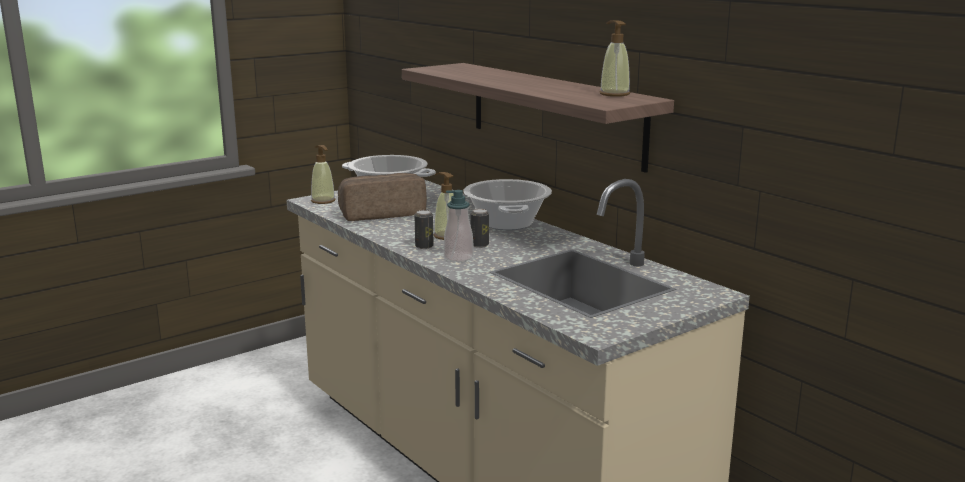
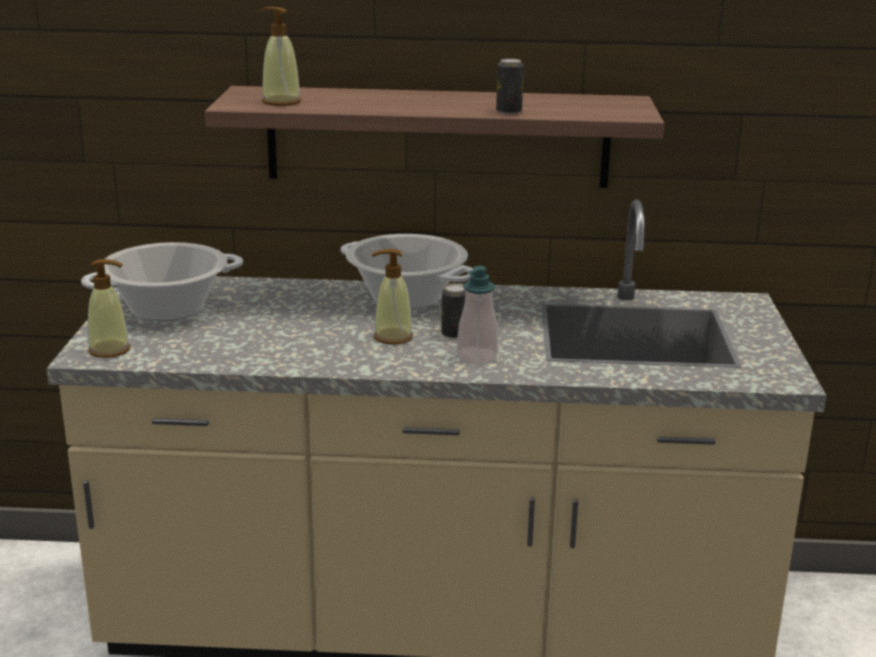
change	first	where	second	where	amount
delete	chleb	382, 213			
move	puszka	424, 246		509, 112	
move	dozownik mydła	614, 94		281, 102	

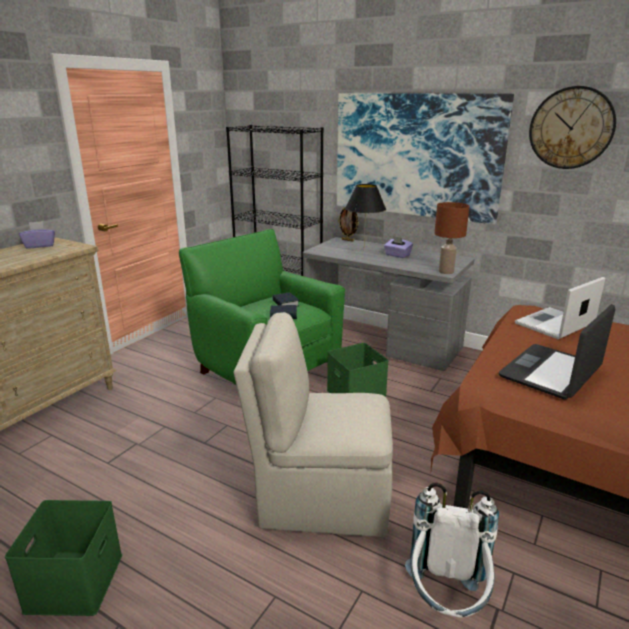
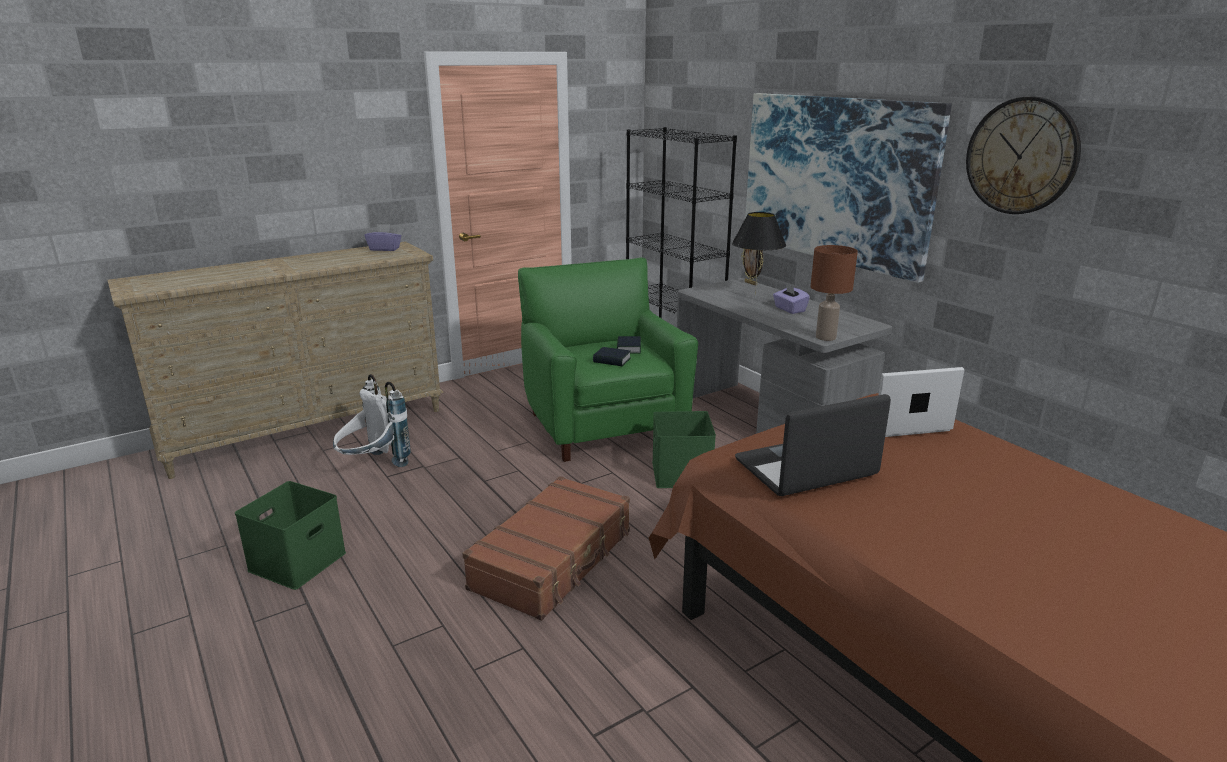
change	first	where	second	where	amount
replace	krzesło [beżowy]	320, 497	walizka [brązowy]	554, 560	
move	plecak [biały]	446, 603		373, 467	

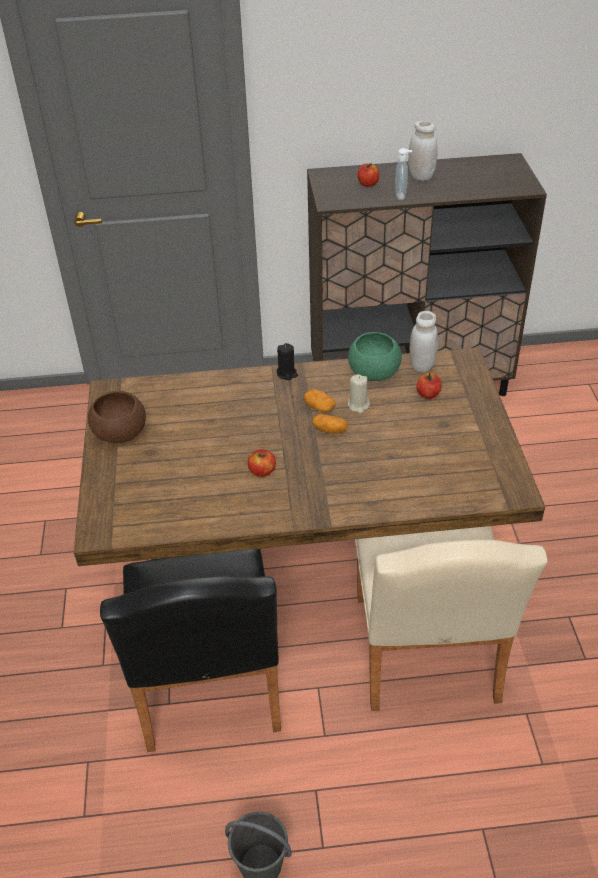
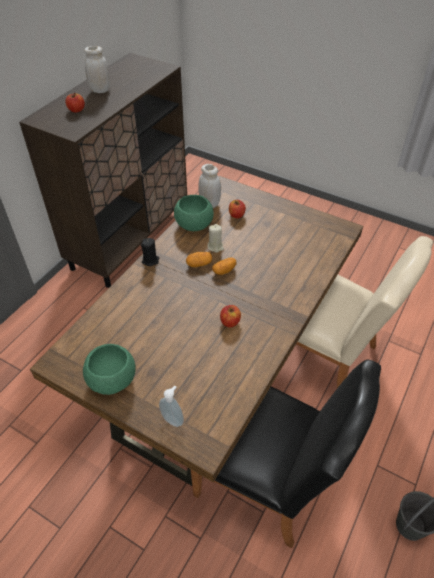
change	first	where	second	where	amount
recolor	miska [brązowy]	120, 433	miska [zielony]	112, 380	
move	dozownik mydła	401, 196		173, 419	

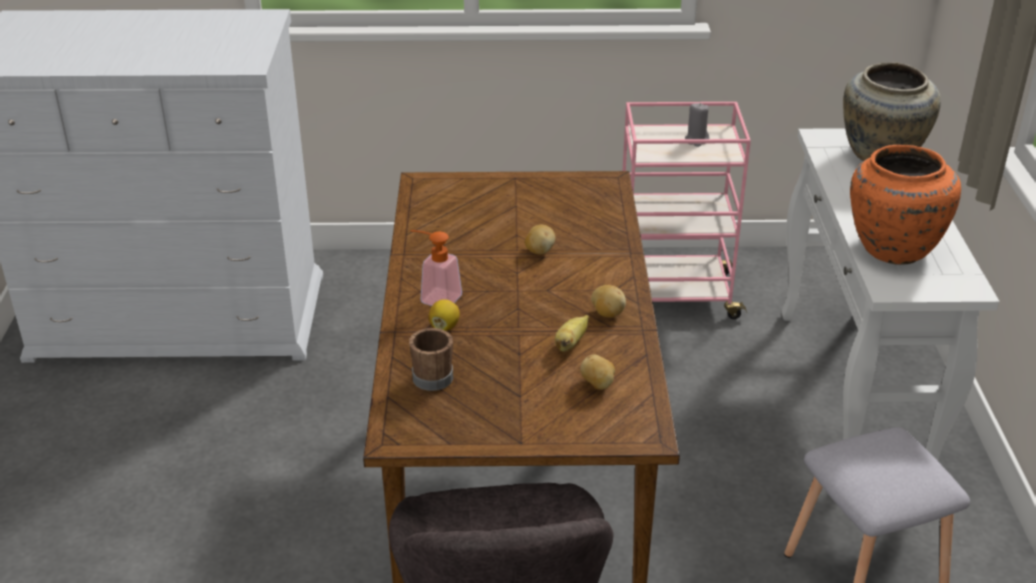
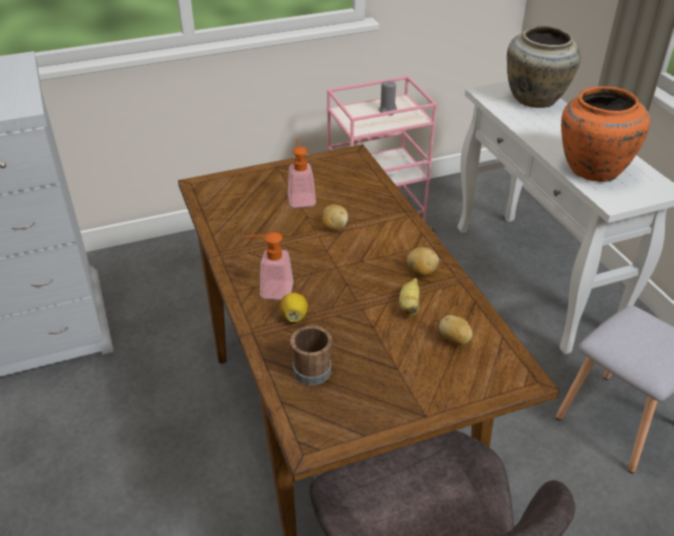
change	first	where	second	where	amount
insert			dozownik mydła	301, 197	

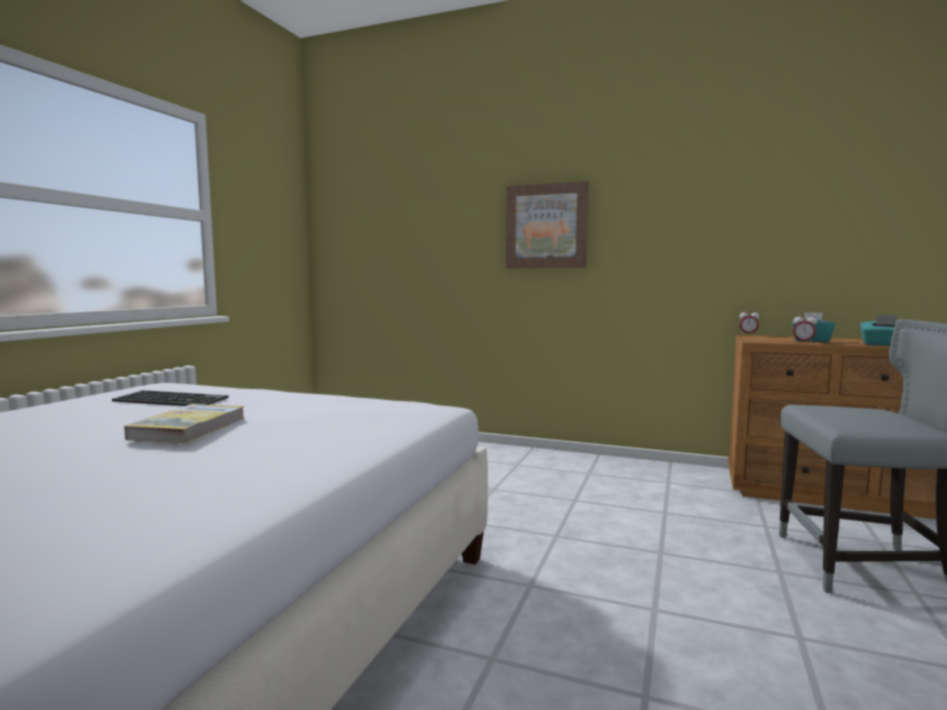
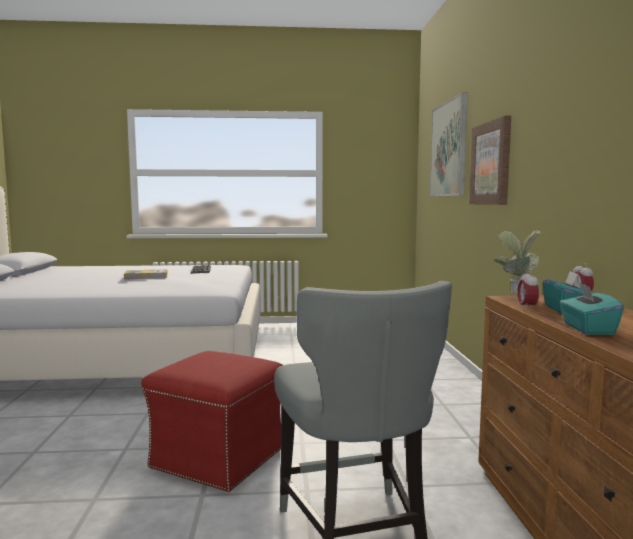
change	first	where	second	where	amount
insert			pufa [czerwony]	217, 458	
insert			obraz	449, 149	
insert			roślina doniczkowa	516, 299	

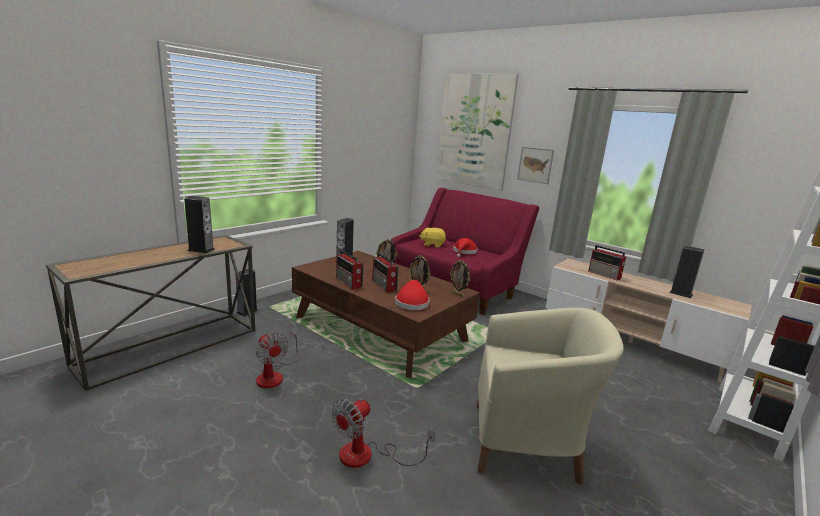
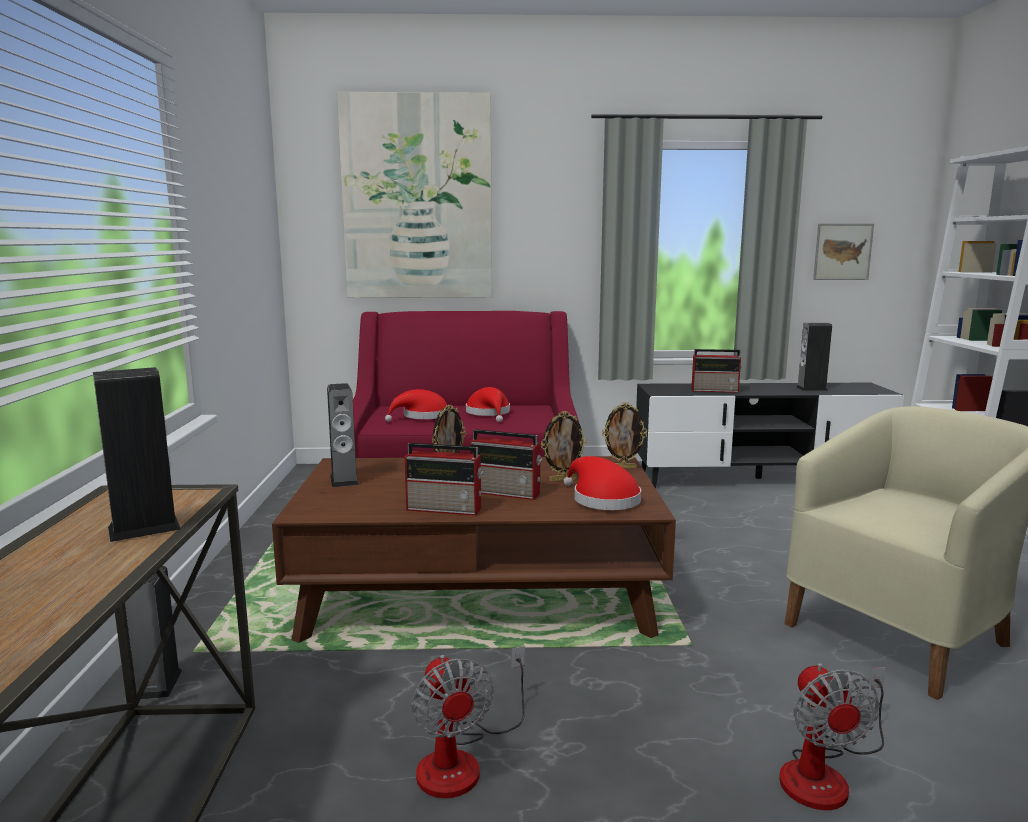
change	first	where	second	where	amount
rotate	wentylator	274, 375		462, 760	60 degrees clockwise
replace	pluszak [żółty]	432, 245	kapelusz [czerwony]	422, 416	
move	obraz	535, 165		842, 251	
recolor	szafka pod telewizor [beżowy]	629, 342	szafka pod telewizor [czarny]	759, 478	

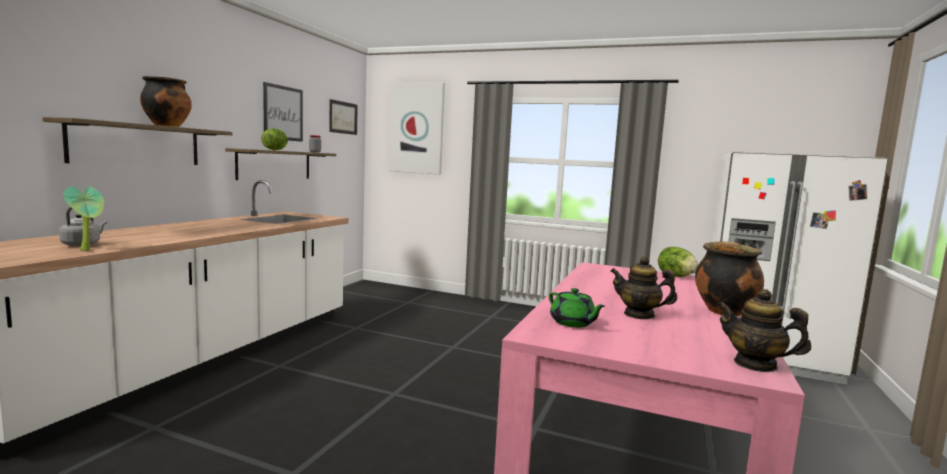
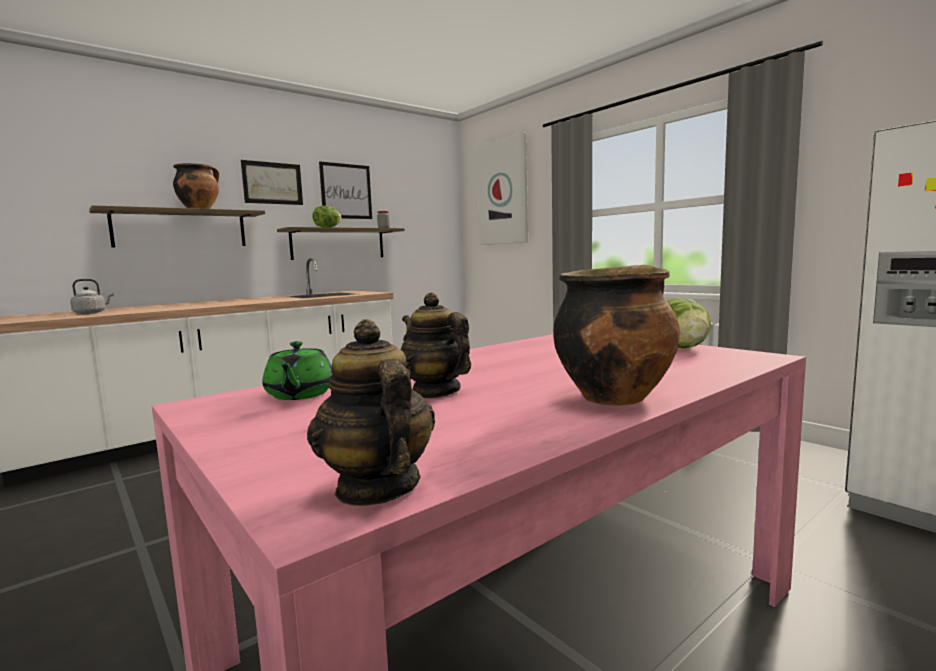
change	first	where	second	where	amount
delete	roślina doniczkowa	88, 250			
move	obraz	343, 117		272, 183	

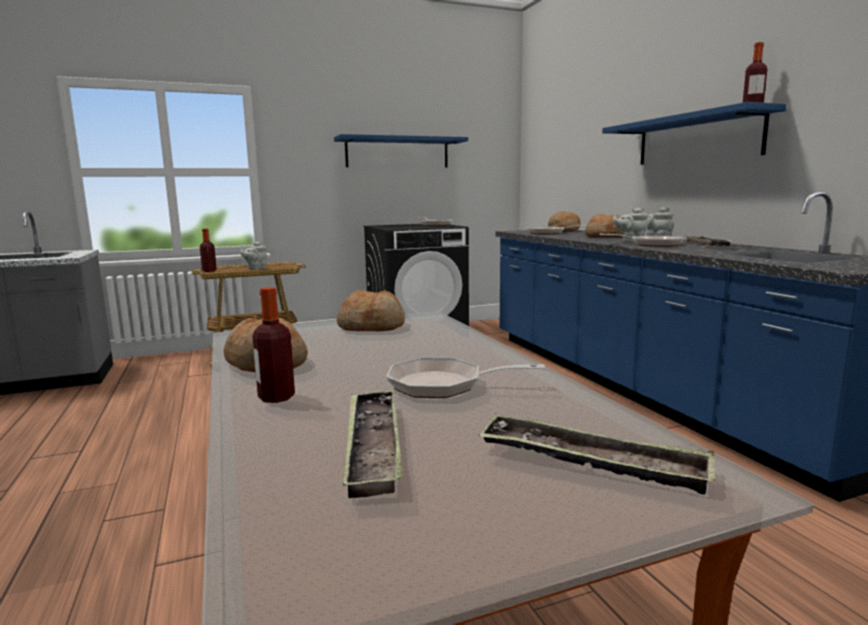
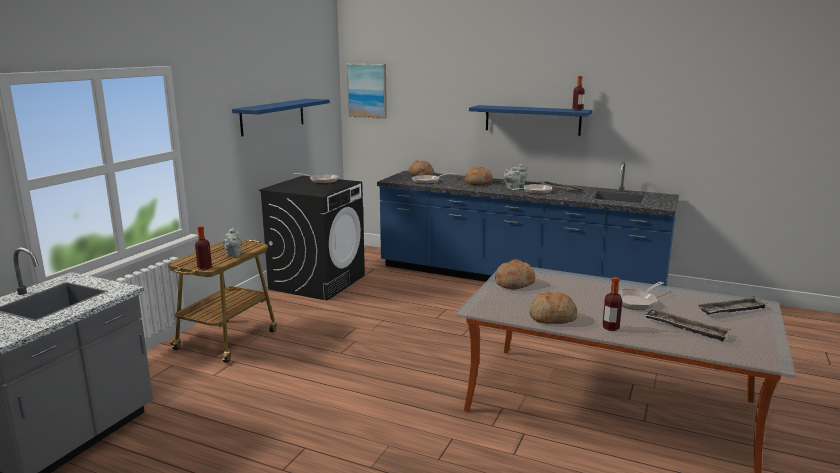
change	first	where	second	where	amount
insert			obraz	367, 90	

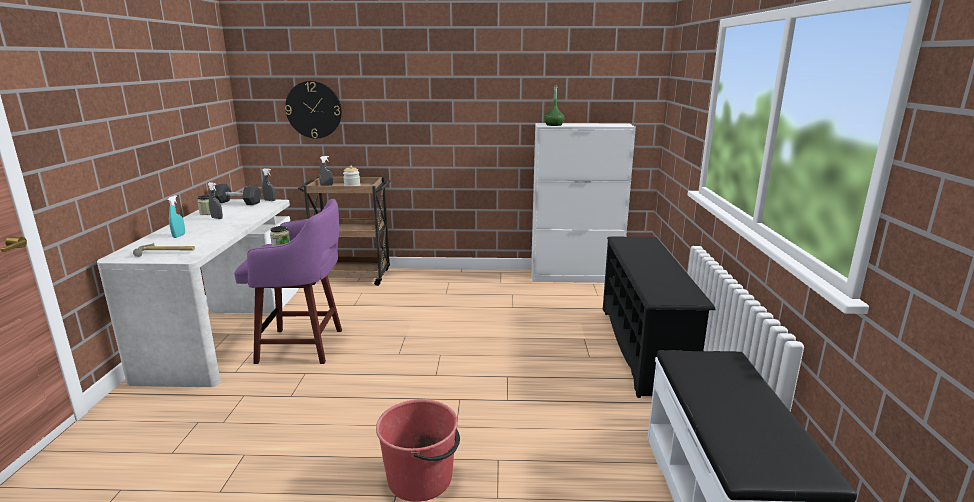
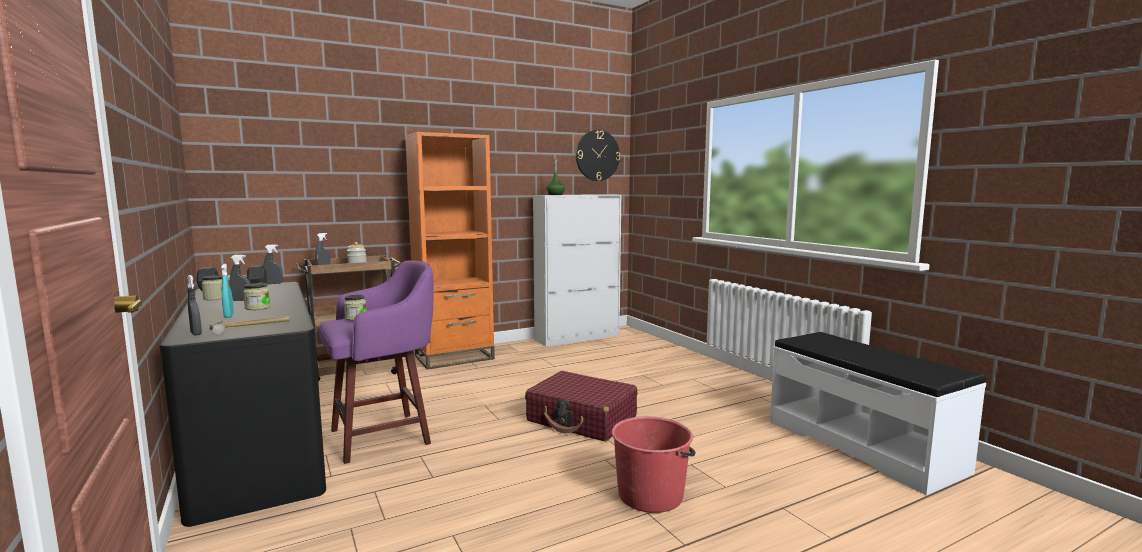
change	first	where	second	where	amount
recolor	biurko [biały]	226, 330	biurko [czarny]	257, 444	
move	zegar ścienny	313, 110		597, 155	
delete	regał na buty [czarny]	645, 347			
insert			spryskiwacz [szary]	196, 333	
insert			słoik	257, 308	
insert			regał [pomarańczowy]	454, 357	
insert			walizka [czerwony]	582, 419	

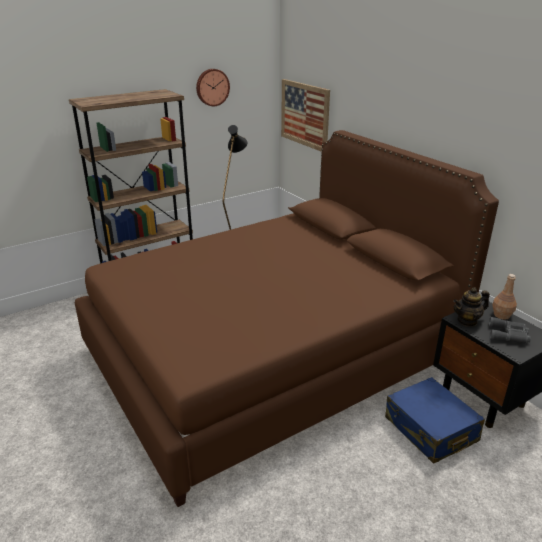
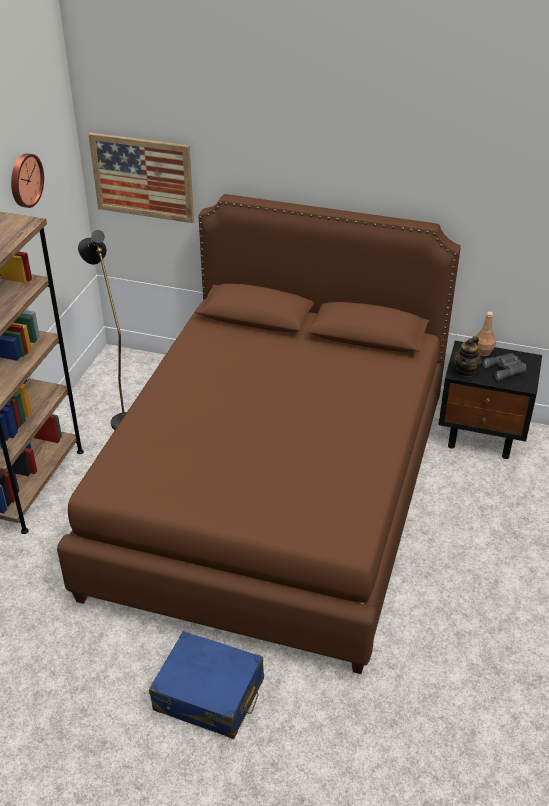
change	first	where	second	where	amount
move	walizka [niebieski]	430, 429		209, 695	

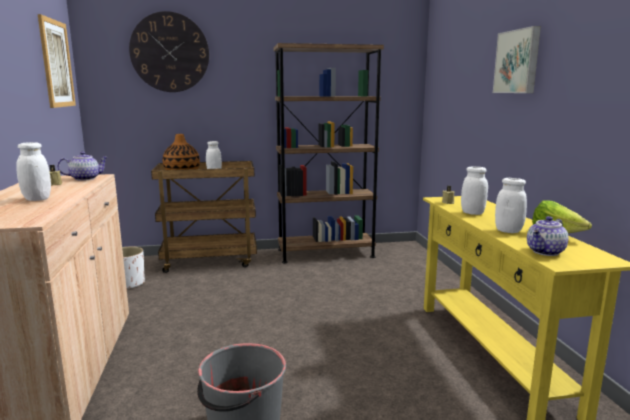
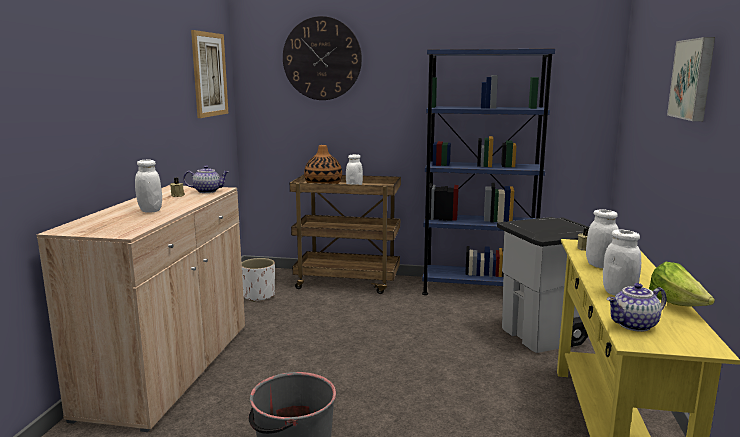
change	first	where	second	where	amount
recolor	regał [brązowy]	325, 253	regał [niebieski]	477, 289	
insert			kosz na śmieci [szary]	543, 336	

